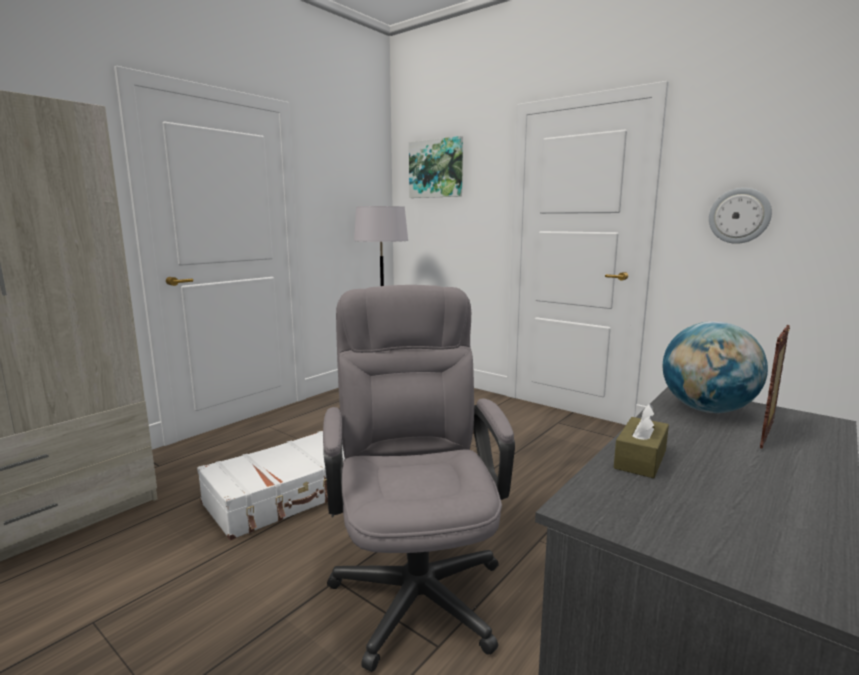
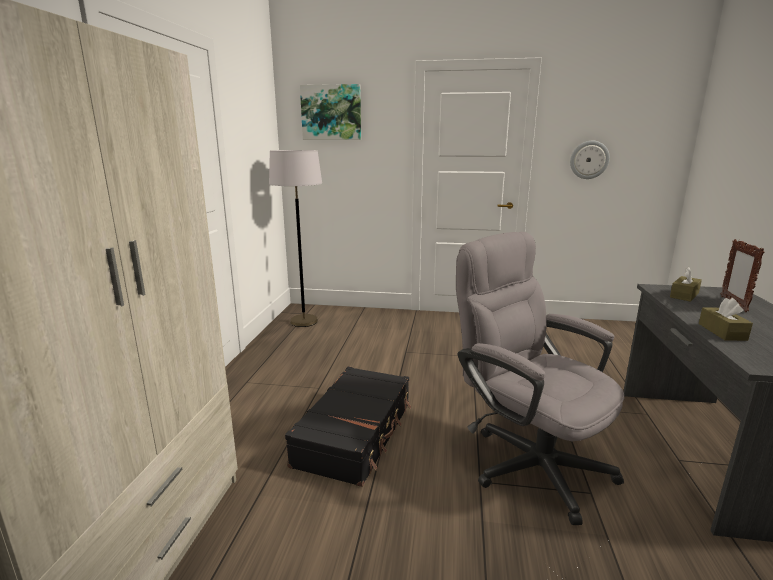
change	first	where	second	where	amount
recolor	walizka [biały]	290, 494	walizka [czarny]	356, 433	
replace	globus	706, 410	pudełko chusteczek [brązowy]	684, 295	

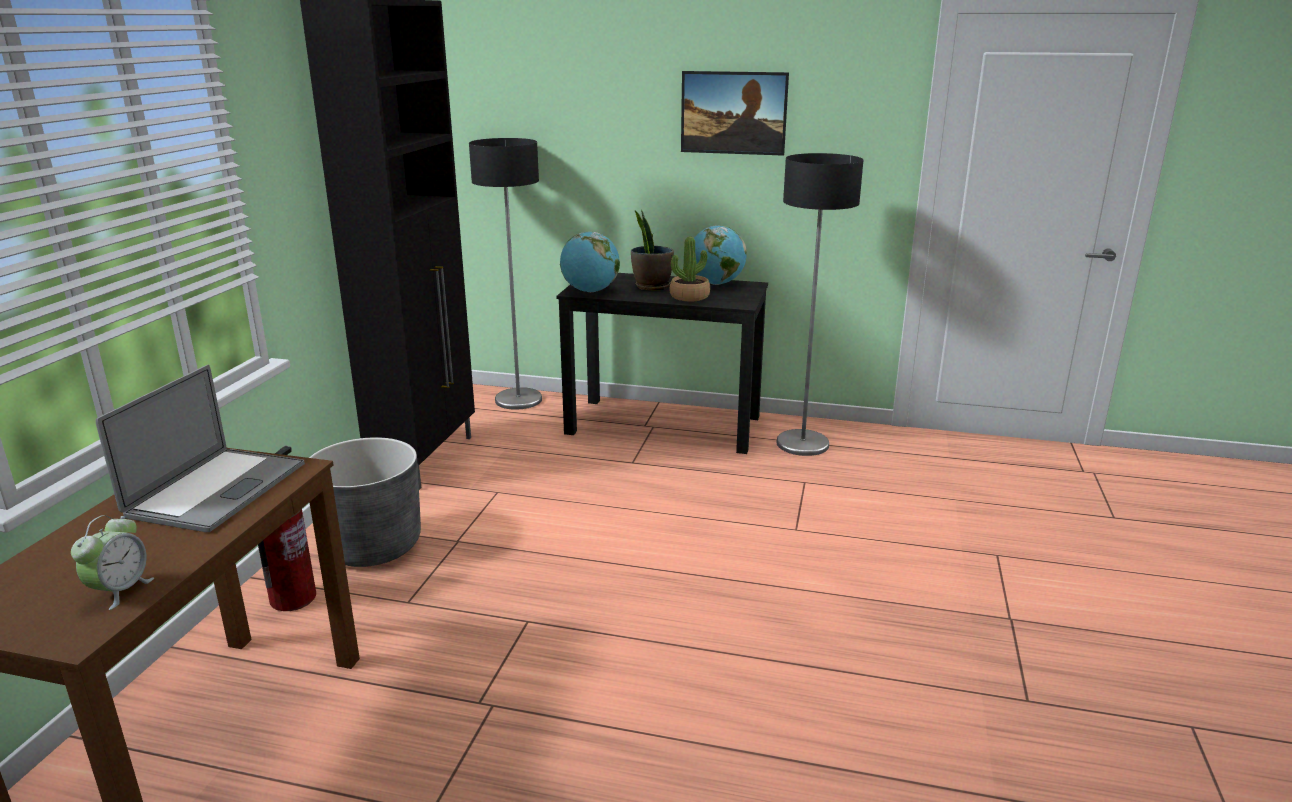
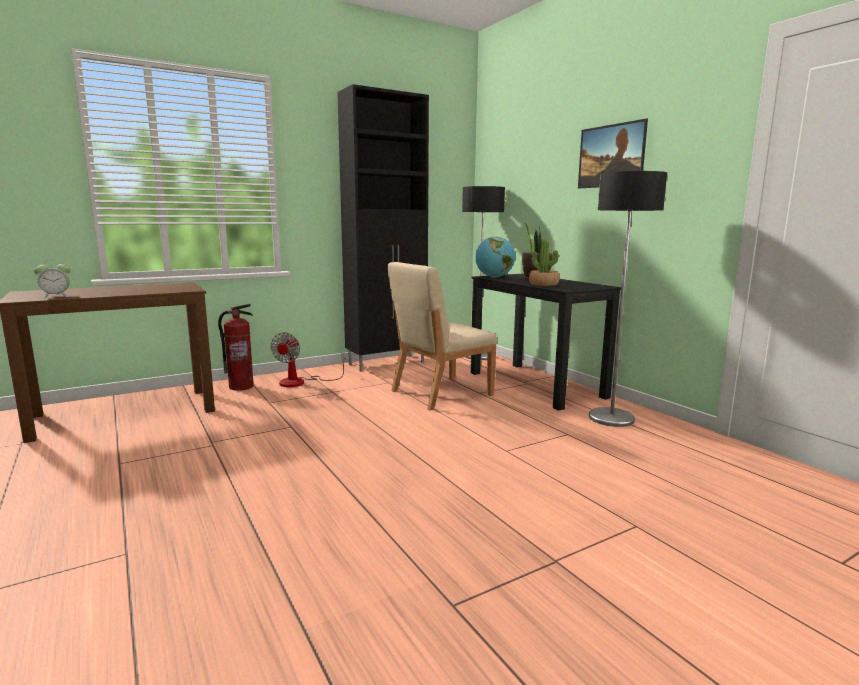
change	first	where	second	where	amount
delete	laptop	217, 489			
replace	donica [szary]	372, 545	wentylator	301, 382	
delete	globus	716, 283			
insert			krzesło [beżowy]	440, 393	

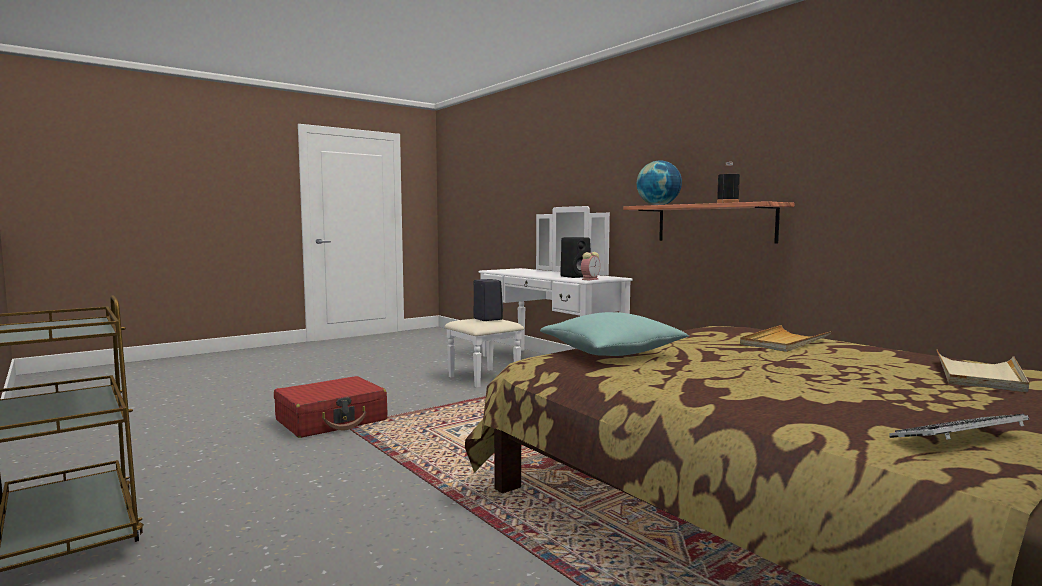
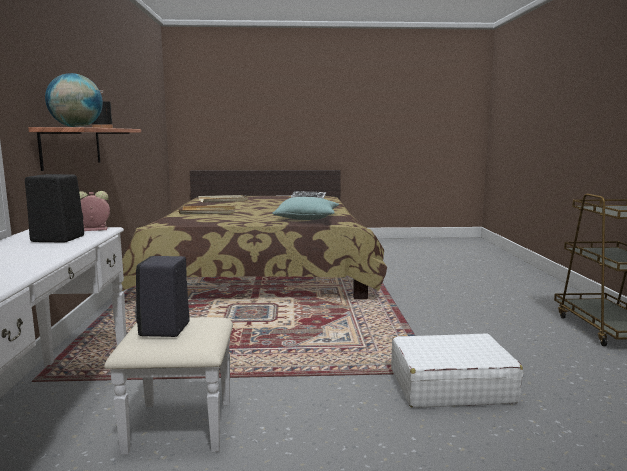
change	first	where	second	where	amount
recolor	walizka [czerwony]	332, 421	walizka [biały]	450, 385	

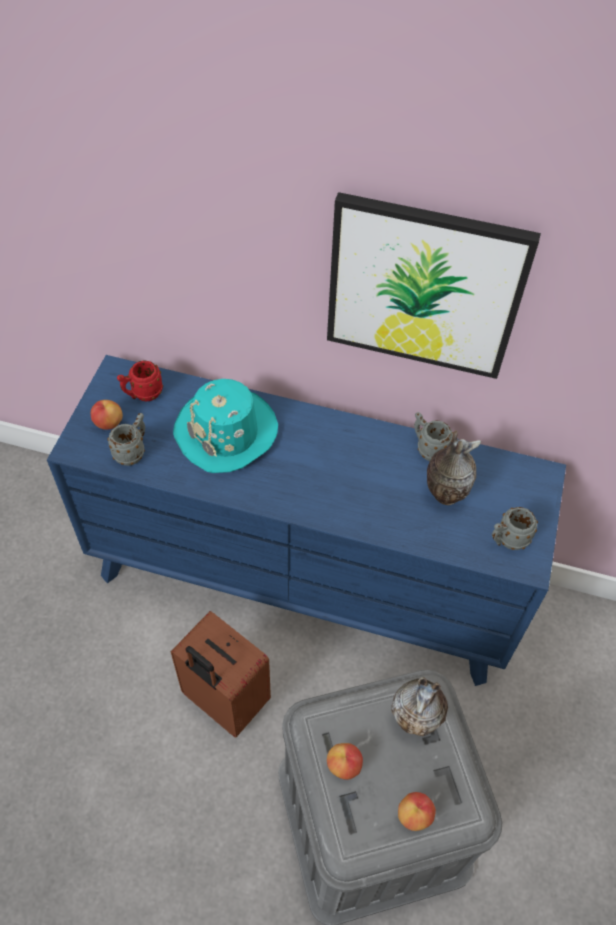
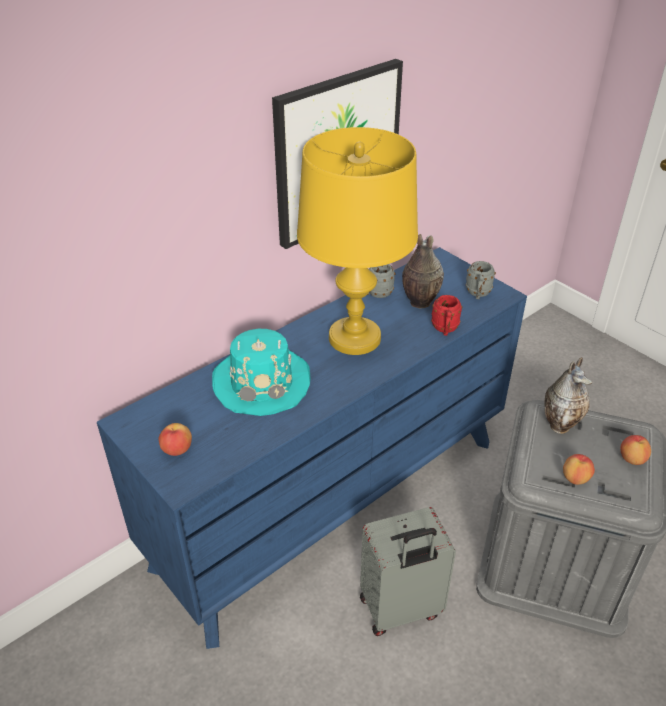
change	first	where	second	where	amount
delete	kubek [szary]	133, 451			
move	kubek [czerwony]	142, 394		445, 329	
recolor	walizka [brązowy]	224, 701	walizka [szary]	400, 609	
insert			lampa stołowa [żółty]	354, 338	

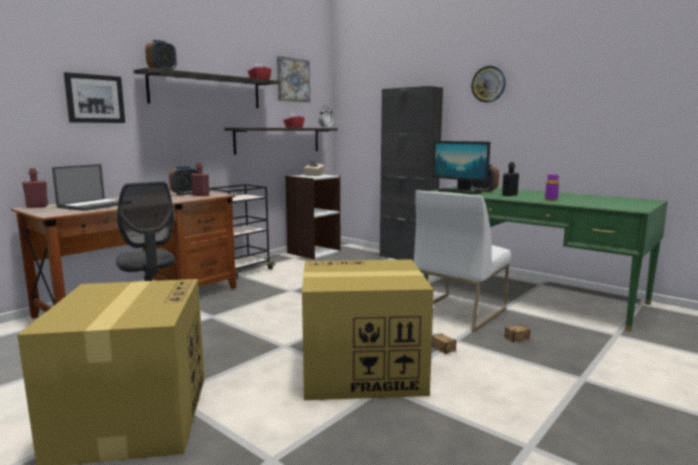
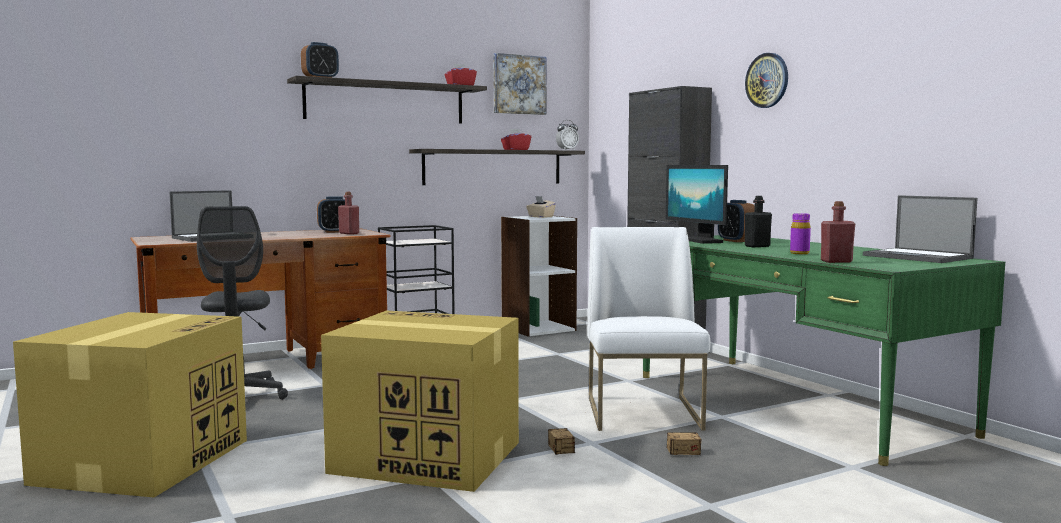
change	first	where	second	where	amount
move	butelka [czerwony]	37, 206		836, 261	
delete	obraz	95, 99			
rotate	krzesło [biały]	458, 311		644, 413	120 degrees clockwise
insert			laptop	918, 257	

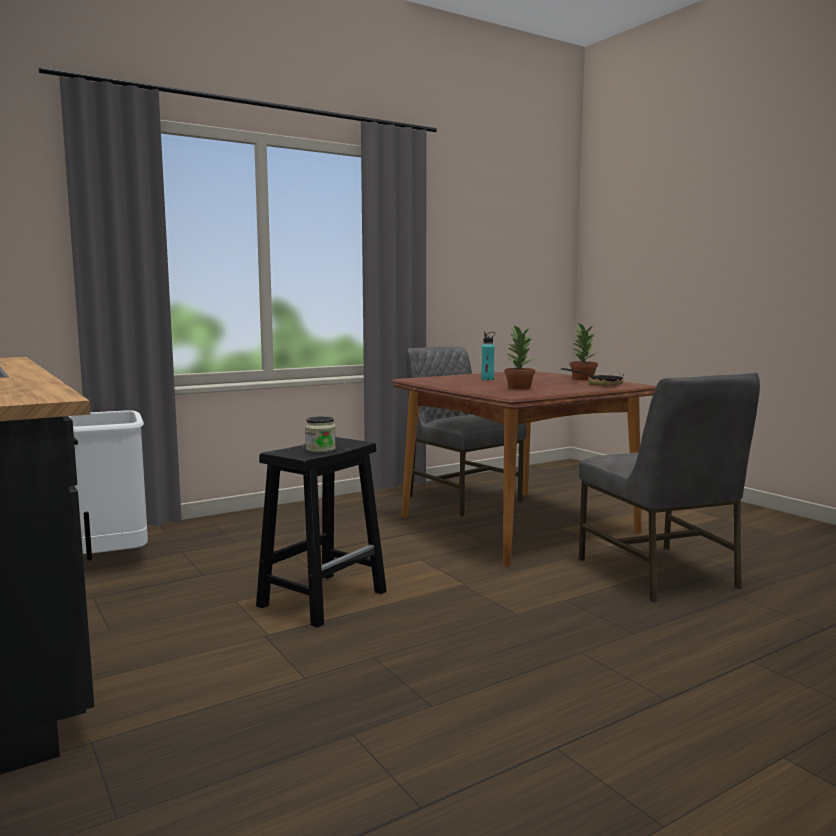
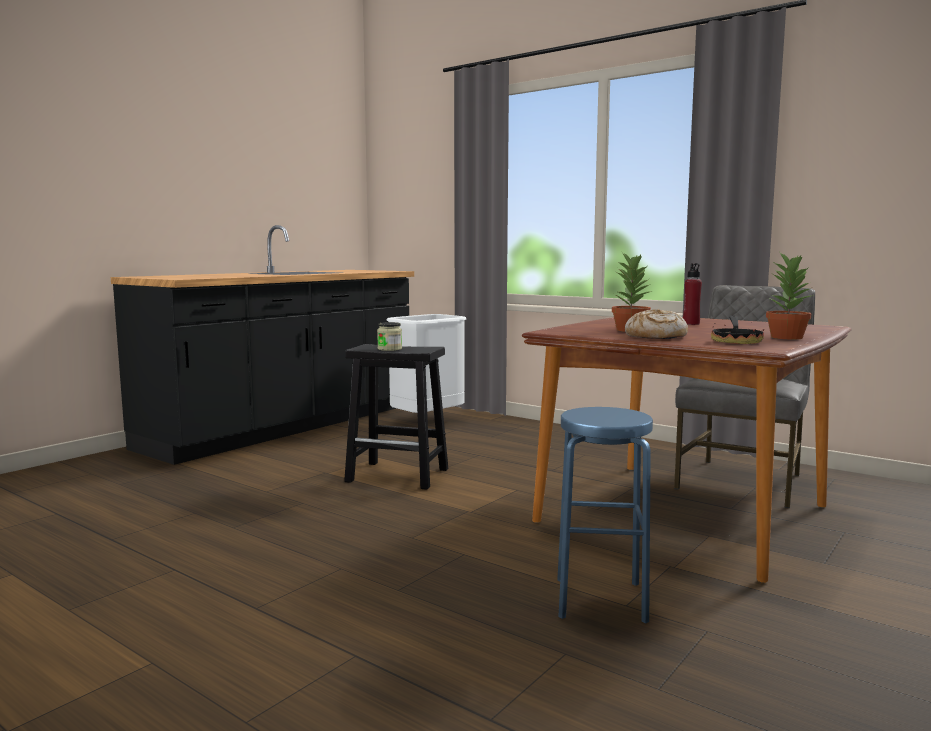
change	first	where	second	where	amount
recolor	butelka [turkusowy]	487, 379	butelka [czerwony]	691, 324	
replace	krzesło [szary]	659, 574	stołek [niebieski]	600, 599	
insert			chleb	655, 337	

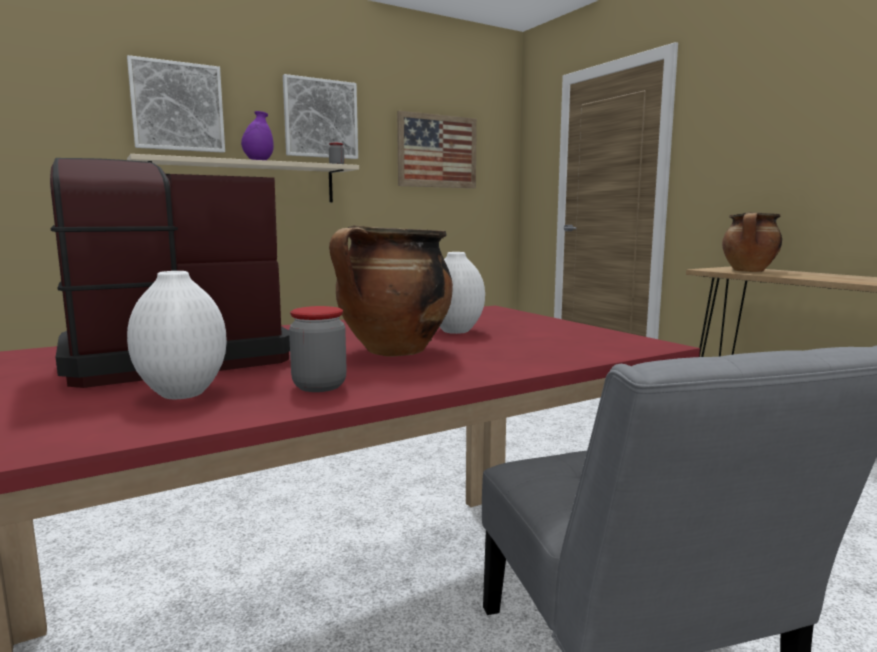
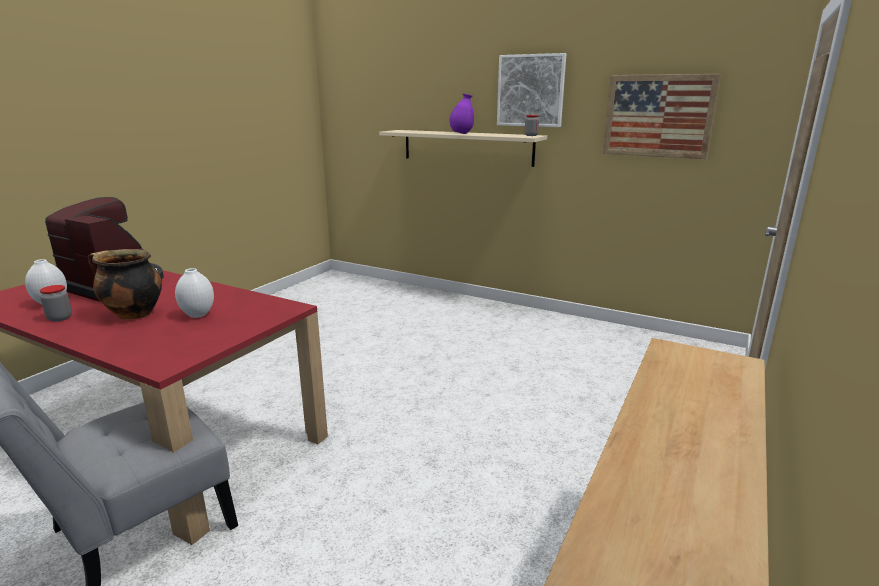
change	first	where	second	where	amount
delete	obraz	177, 106			
delete	garnek	749, 271			

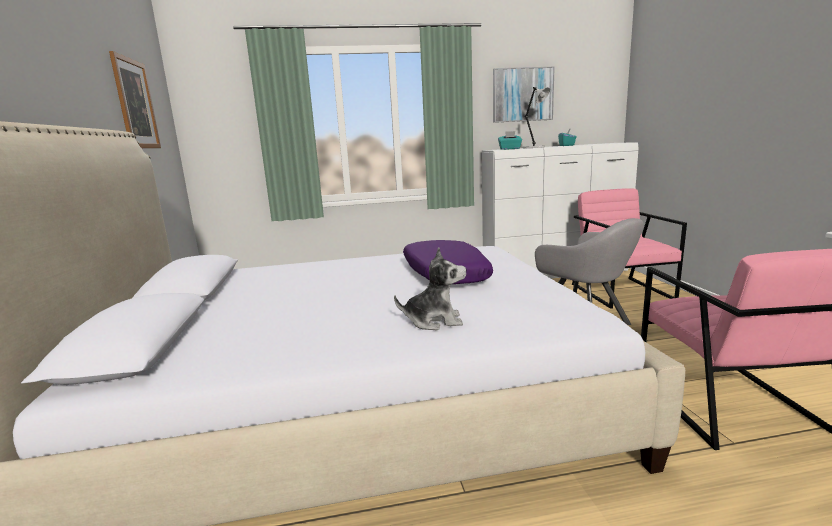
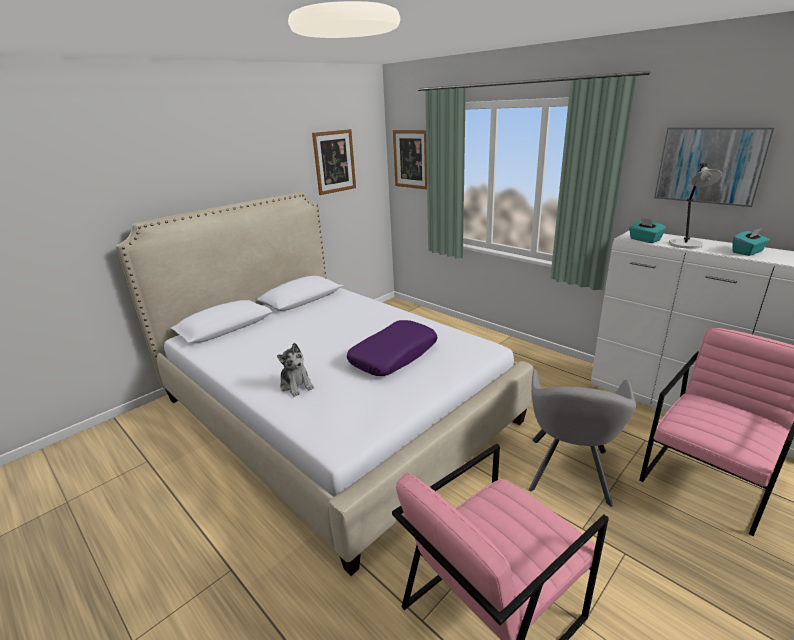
change	first	where	second	where	amount
insert			obraz	411, 159	

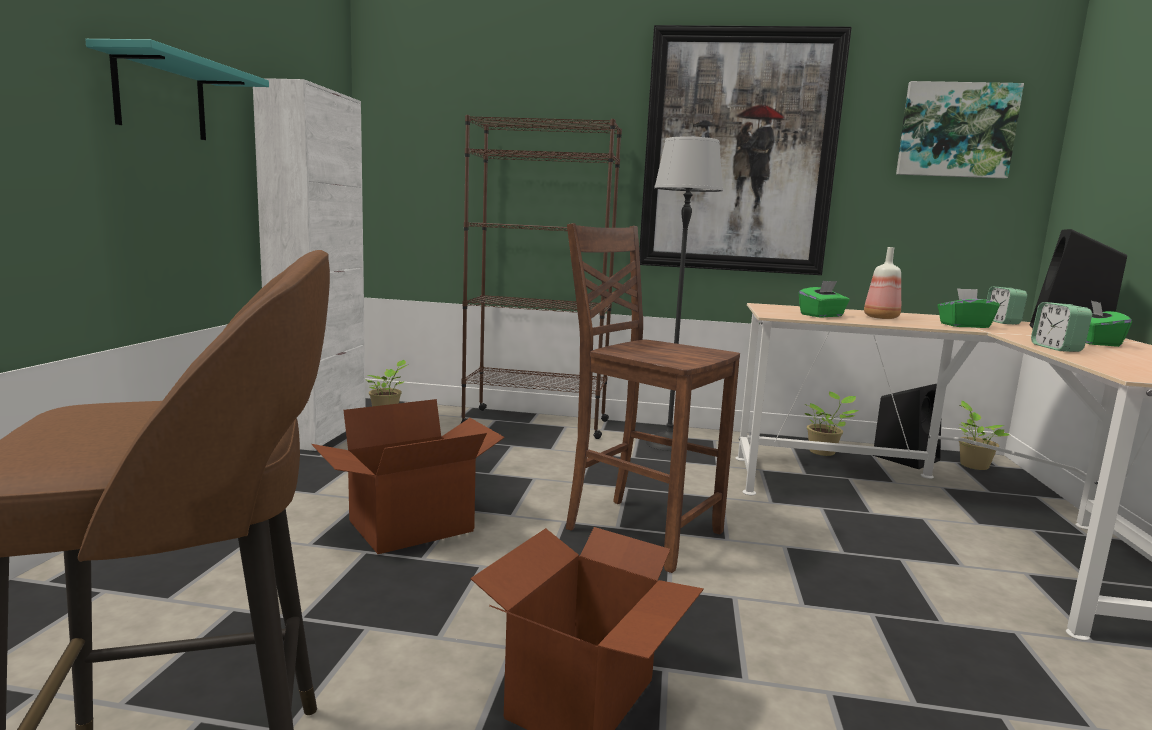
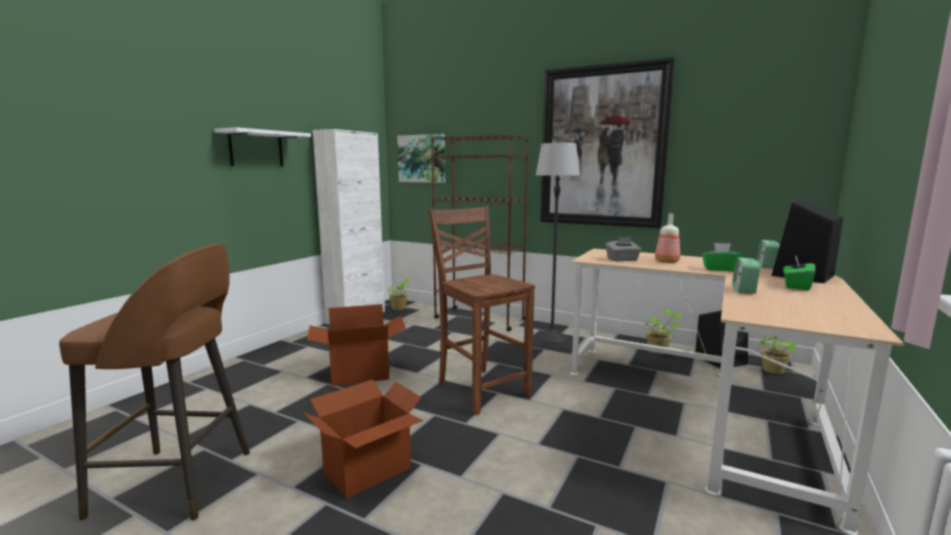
change	first	where	second	where	amount
recolor	półka [turkusowy]	160, 97	półka [biały]	256, 149	
recolor	pudełko chusteczek [zielony]	822, 315	pudełko chusteczek [szary]	622, 260	
move	obraz	956, 130		422, 158	

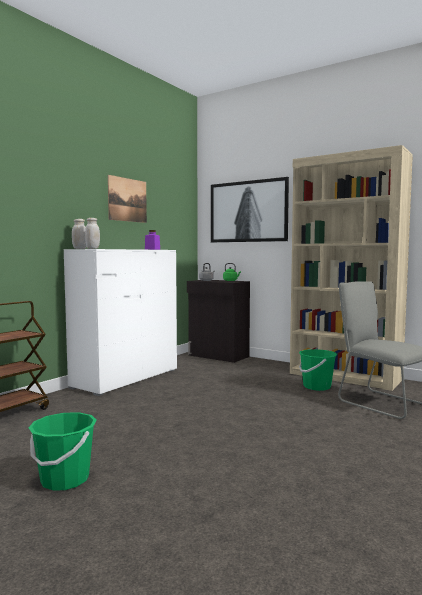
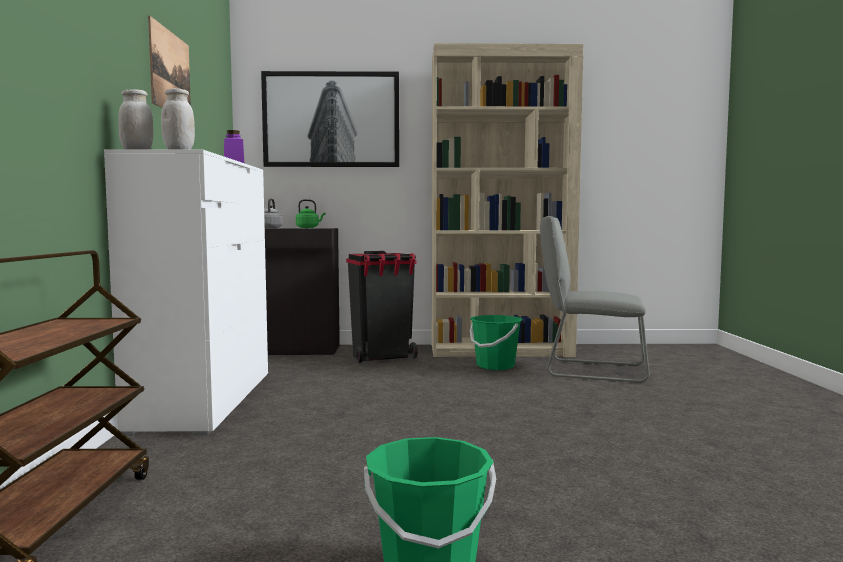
change	first	where	second	where	amount
insert			kosz na śmieci [czarny]	382, 358	

